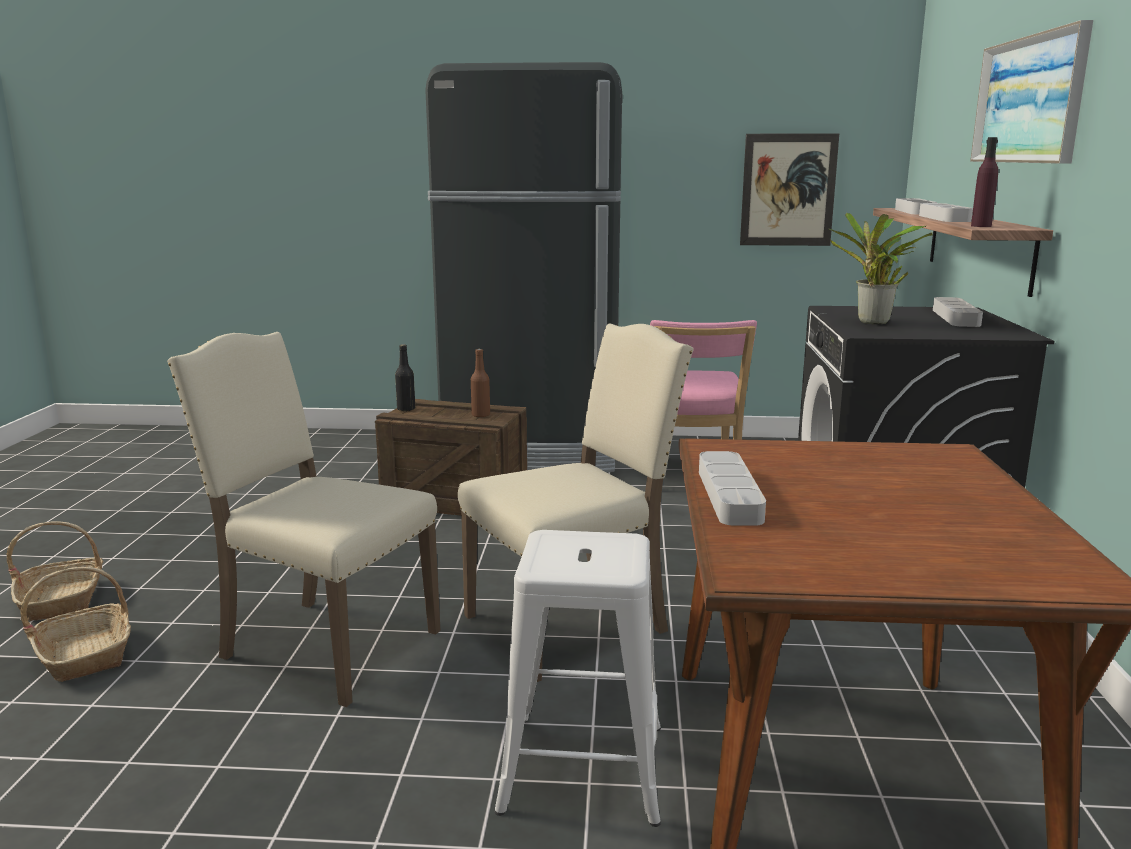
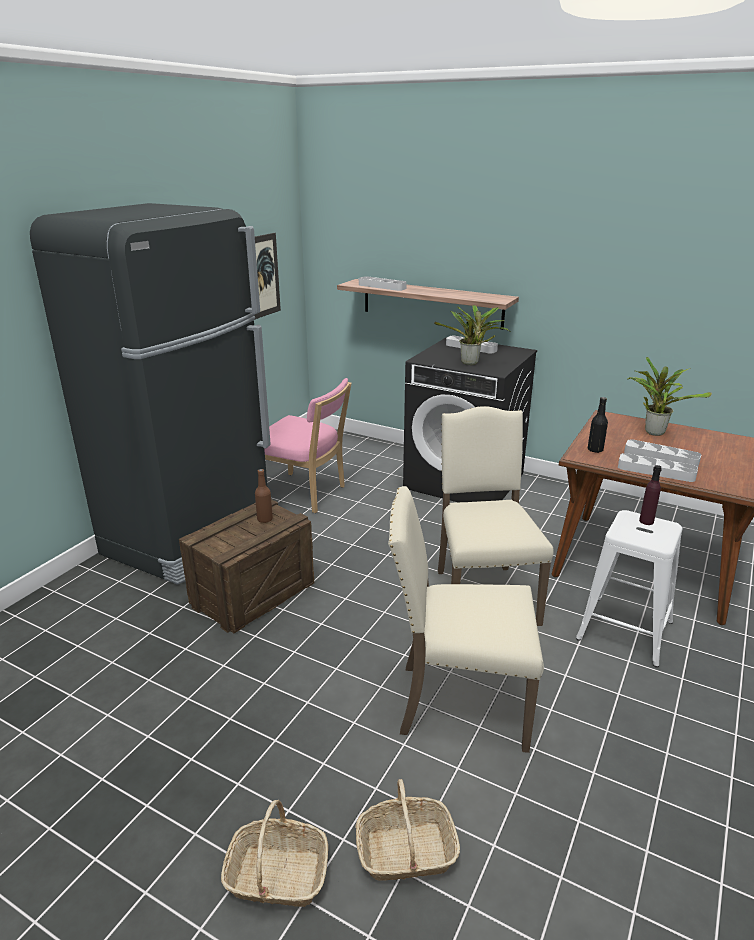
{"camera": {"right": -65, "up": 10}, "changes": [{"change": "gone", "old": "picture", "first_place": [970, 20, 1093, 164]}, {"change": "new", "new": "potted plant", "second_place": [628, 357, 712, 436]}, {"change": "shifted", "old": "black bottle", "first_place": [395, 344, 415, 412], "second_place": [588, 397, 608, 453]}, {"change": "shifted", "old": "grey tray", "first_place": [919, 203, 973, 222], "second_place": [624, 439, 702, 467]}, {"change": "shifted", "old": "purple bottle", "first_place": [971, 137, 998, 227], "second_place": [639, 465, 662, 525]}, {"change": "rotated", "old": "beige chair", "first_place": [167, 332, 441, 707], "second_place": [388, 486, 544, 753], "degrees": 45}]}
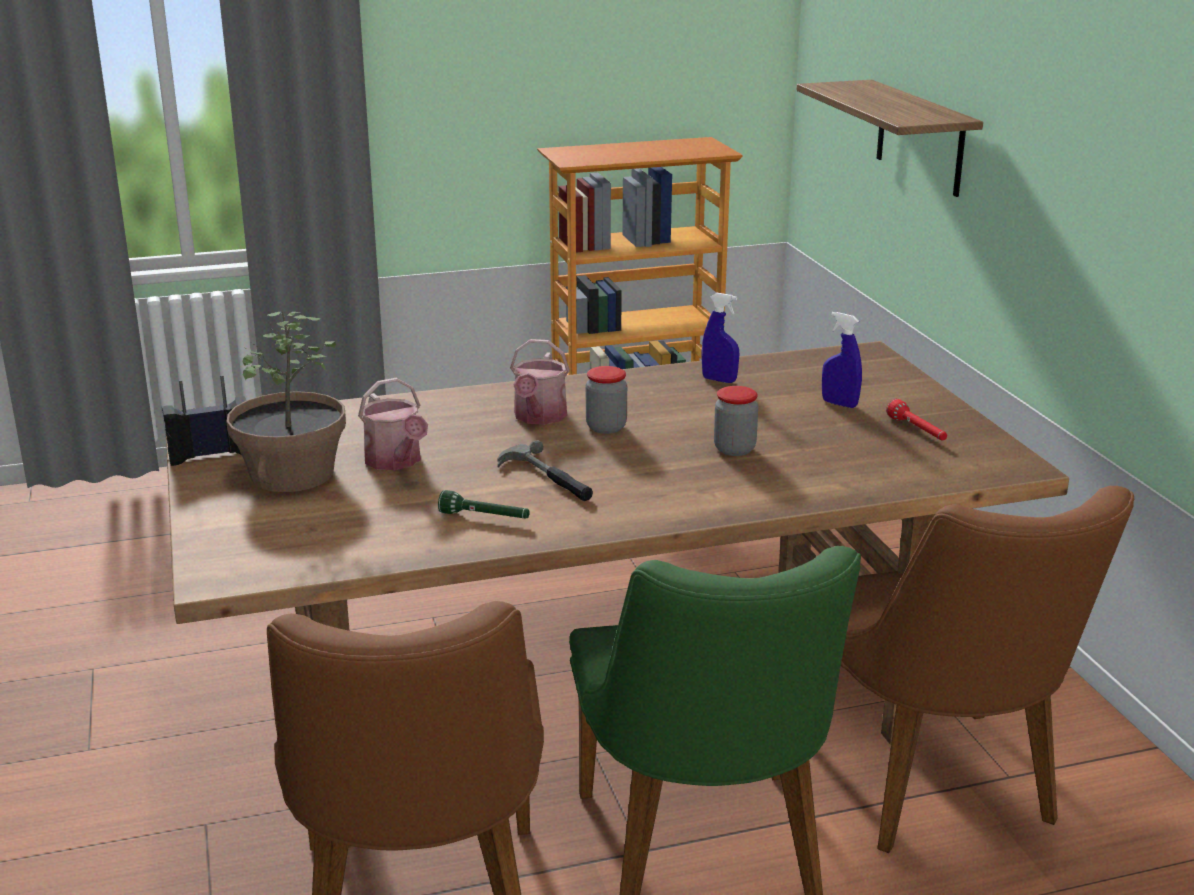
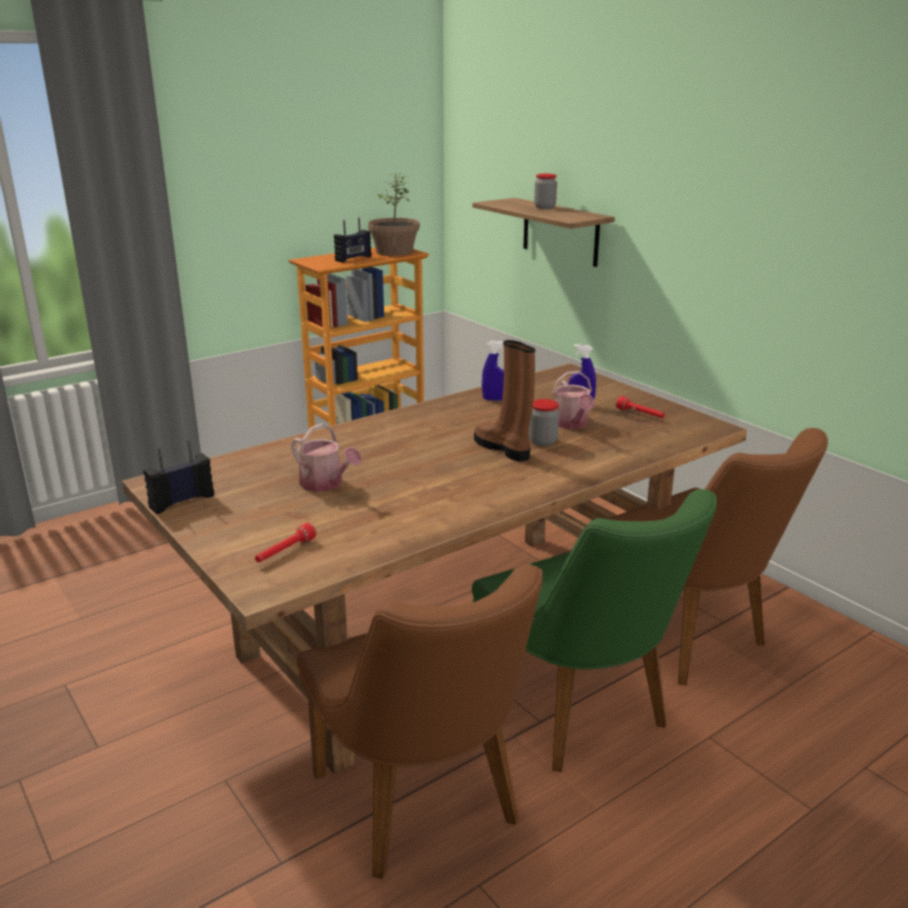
{"camera": {"right": -20, "up": 0}, "changes": [{"change": "gone", "old": "green flashlight", "first_place": [438, 490, 530, 519]}, {"change": "gone", "old": "hammer", "first_place": [497, 440, 593, 501]}, {"change": "new", "new": "red flashlight", "second_place": [255, 523, 316, 562]}, {"change": "new", "new": "radio", "second_place": [334, 218, 371, 263]}, {"change": "new", "new": "brown boot", "second_place": [474, 340, 535, 461]}, {"change": "shifted", "old": "potted plant", "first_place": [227, 311, 346, 492], "second_place": [368, 173, 420, 256]}, {"change": "shifted", "old": "watering can", "first_place": [510, 339, 570, 425], "second_place": [552, 371, 595, 429]}, {"change": "shifted", "old": "jar", "first_place": [586, 366, 627, 434], "second_place": [534, 174, 557, 209]}]}
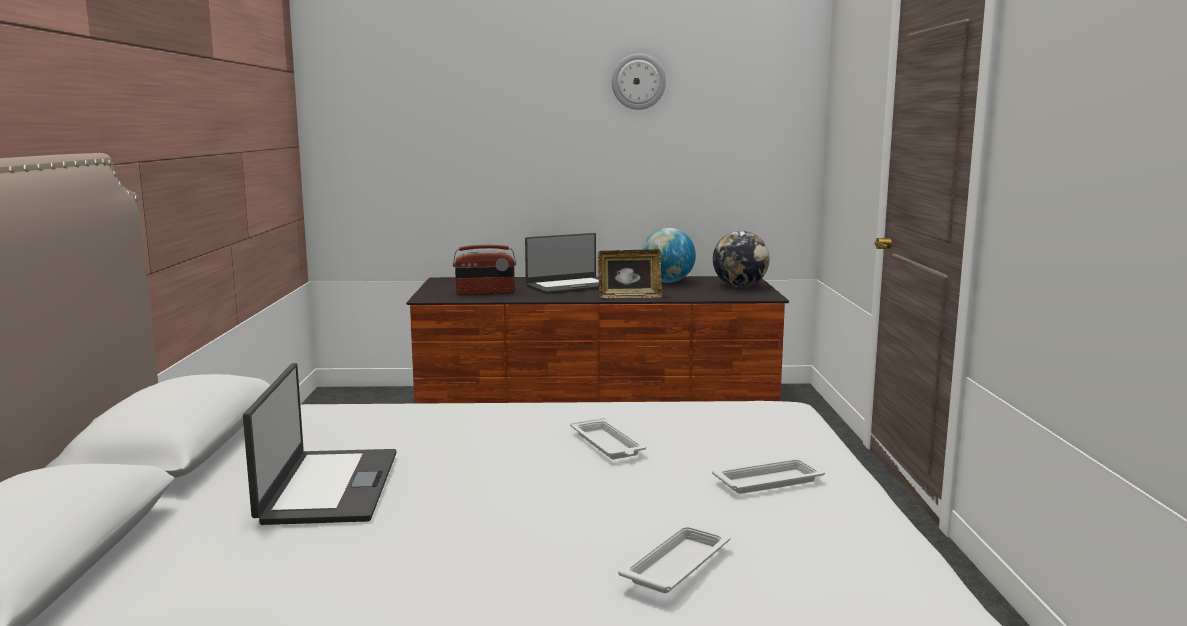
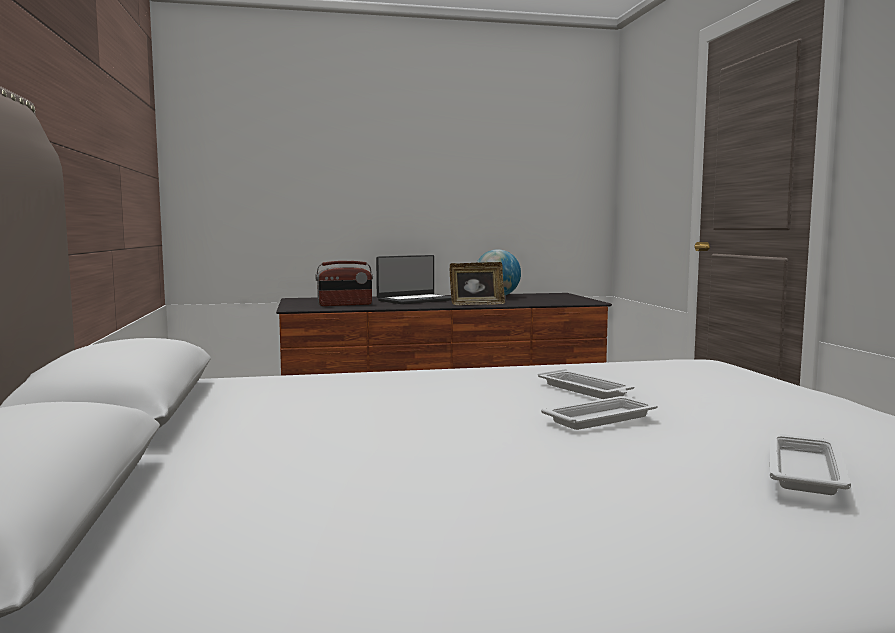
{"camera": {"right": -10, "up": -5}, "changes": [{"change": "gone", "old": "laptop", "first_place": [243, 363, 397, 525]}, {"change": "gone", "old": "wall clock", "first_place": [612, 54, 666, 110]}, {"change": "gone", "old": "globe", "first_place": [713, 231, 770, 287]}, {"change": "shifted", "old": "white tray", "first_place": [712, 457, 825, 494], "second_place": [541, 396, 657, 430]}]}
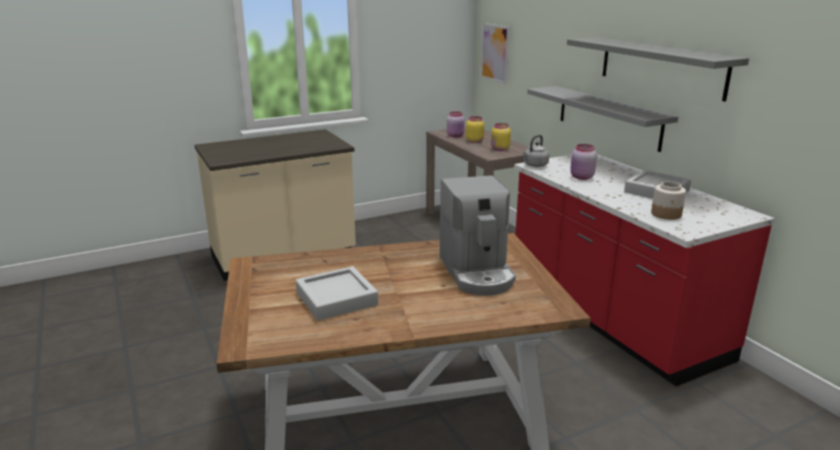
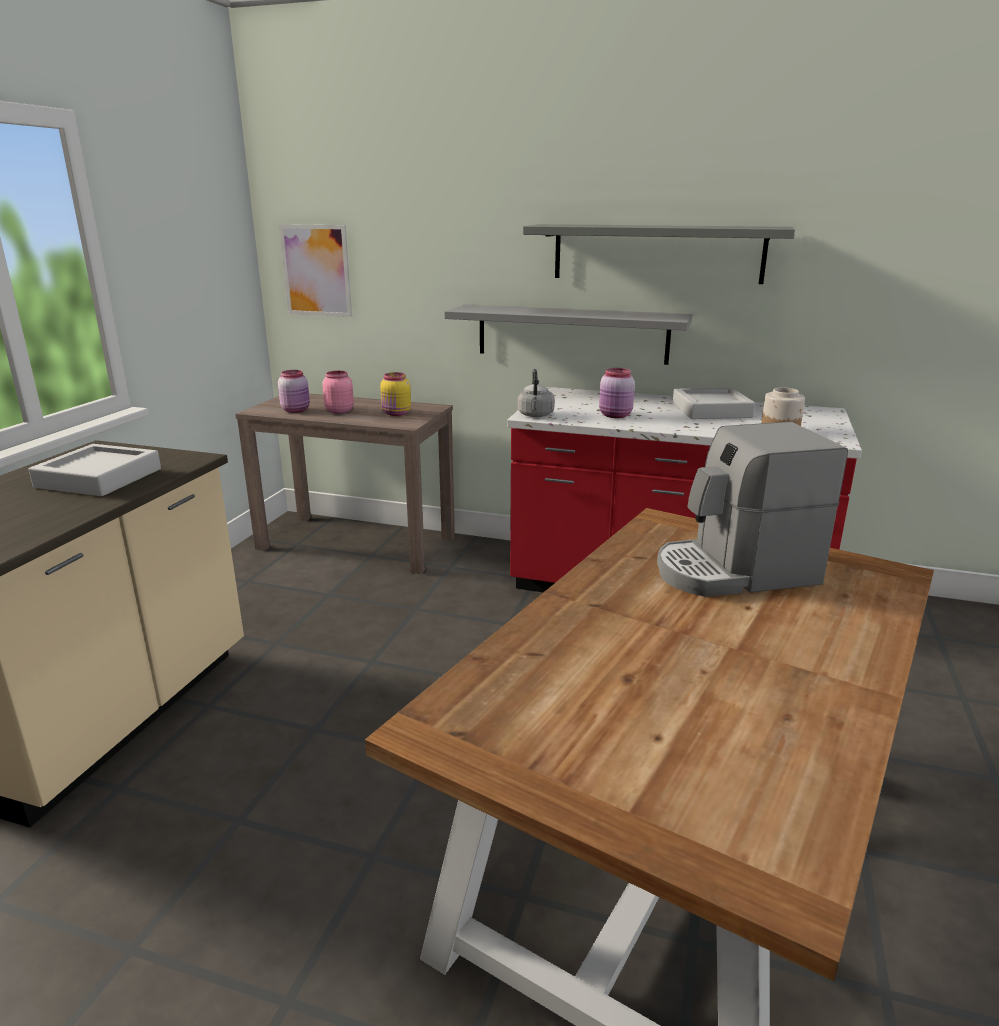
{"camera": {"right": -45, "up": 0}, "changes": [{"change": "shifted", "old": "grey tray", "first_place": [295, 266, 378, 321], "second_place": [29, 444, 161, 496]}, {"change": "repainted", "old": "yellow jar", "new": "pink jar", "first_place": [466, 116, 484, 143], "second_place": [322, 371, 354, 414]}, {"change": "rotated", "old": "coffee machine", "first_place": [440, 175, 516, 296], "second_place": [657, 422, 848, 597], "degrees": 135}]}
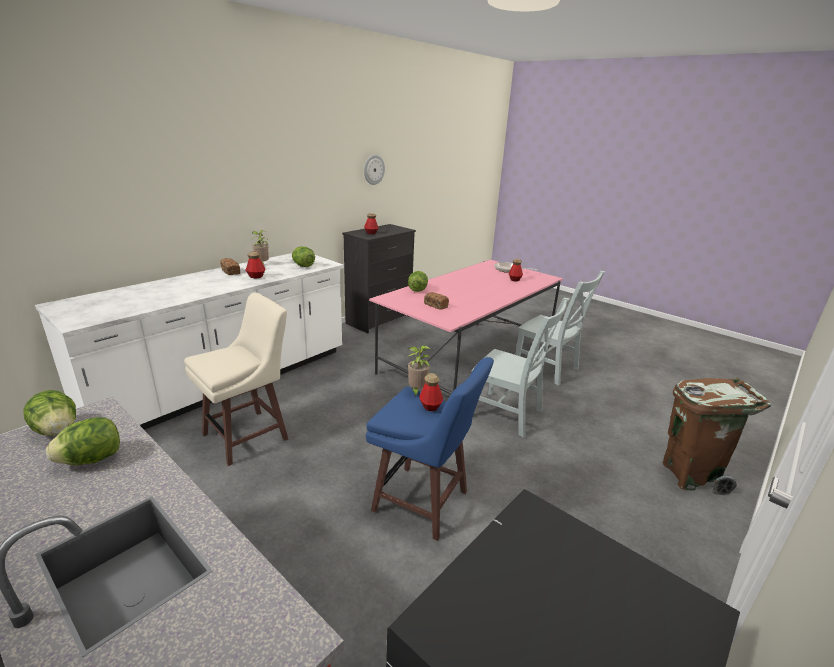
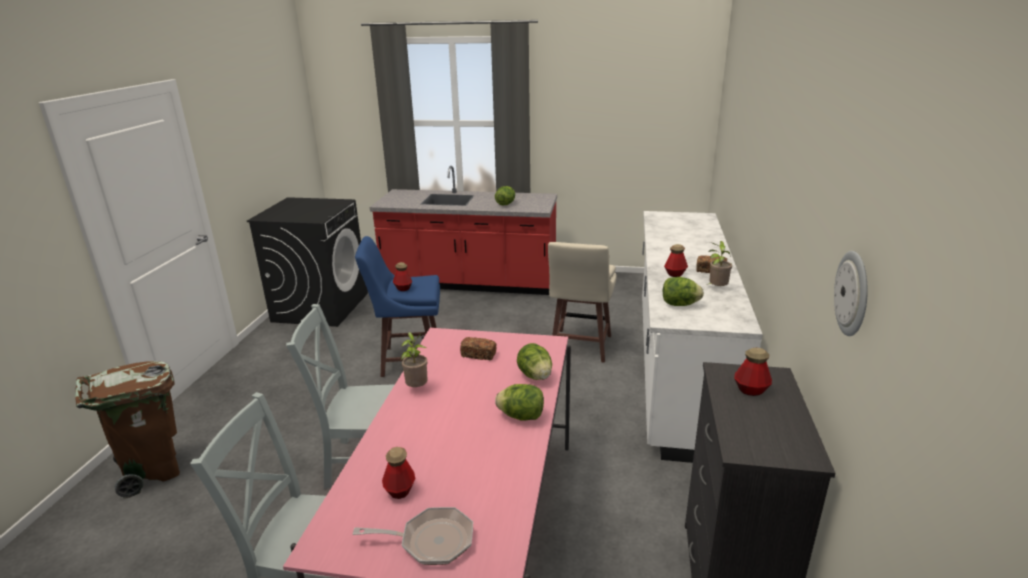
{"camera": {"right": 150, "up": 0}, "changes": [{"change": "shifted", "old": "lettuce", "first_place": [23, 390, 76, 436], "second_place": [495, 384, 544, 420]}, {"change": "shifted", "old": "potted plant", "first_place": [408, 345, 431, 397], "second_place": [401, 332, 428, 387]}]}
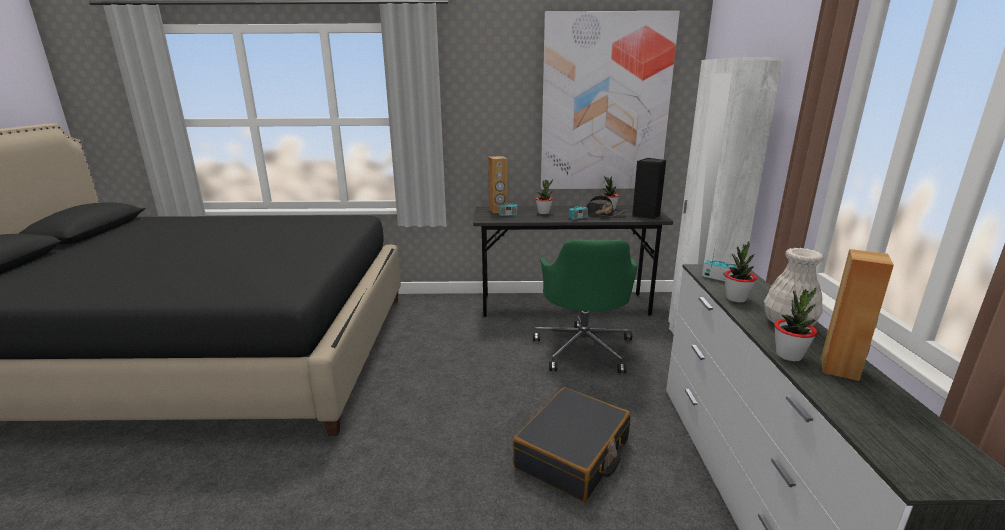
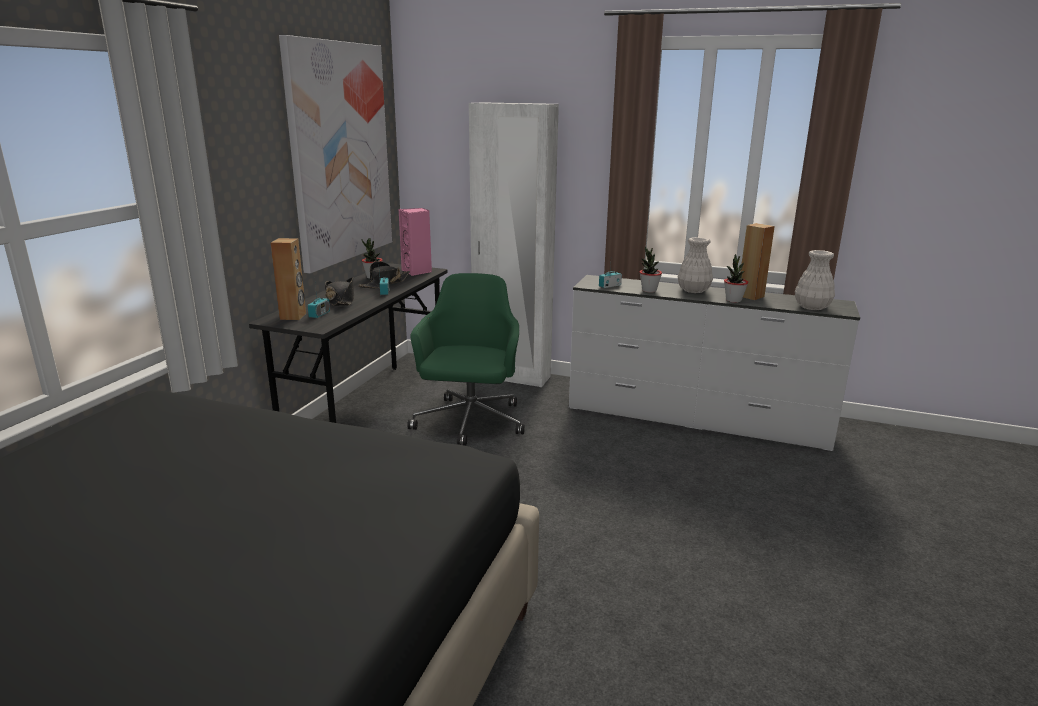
{"camera": {"right": -70, "up": 0}, "changes": [{"change": "gone", "old": "black suitcase", "first_place": [513, 387, 631, 502]}, {"change": "new", "new": "white vase", "second_place": [795, 250, 835, 310]}, {"change": "swapped", "old": "potted plant", "new": "black hat", "first_place": [535, 179, 553, 214], "second_place": [325, 277, 354, 306]}, {"change": "repainted", "old": "black speaker", "new": "pink speaker", "first_place": [632, 158, 666, 219], "second_place": [399, 208, 432, 276]}, {"change": "rotated", "old": "green office chair", "first_place": [533, 240, 637, 373], "second_place": [407, 273, 525, 446], "degrees": -105}]}
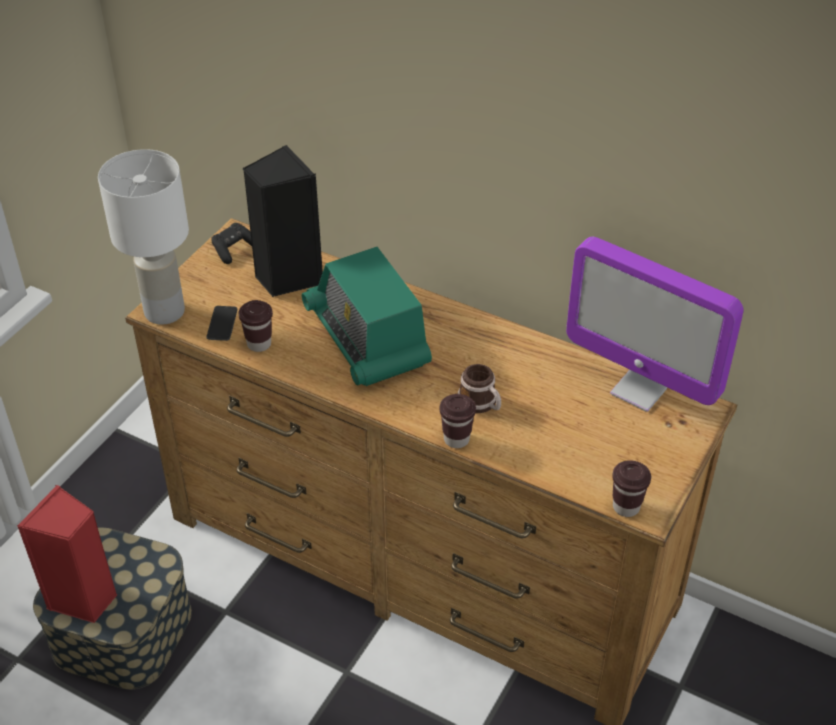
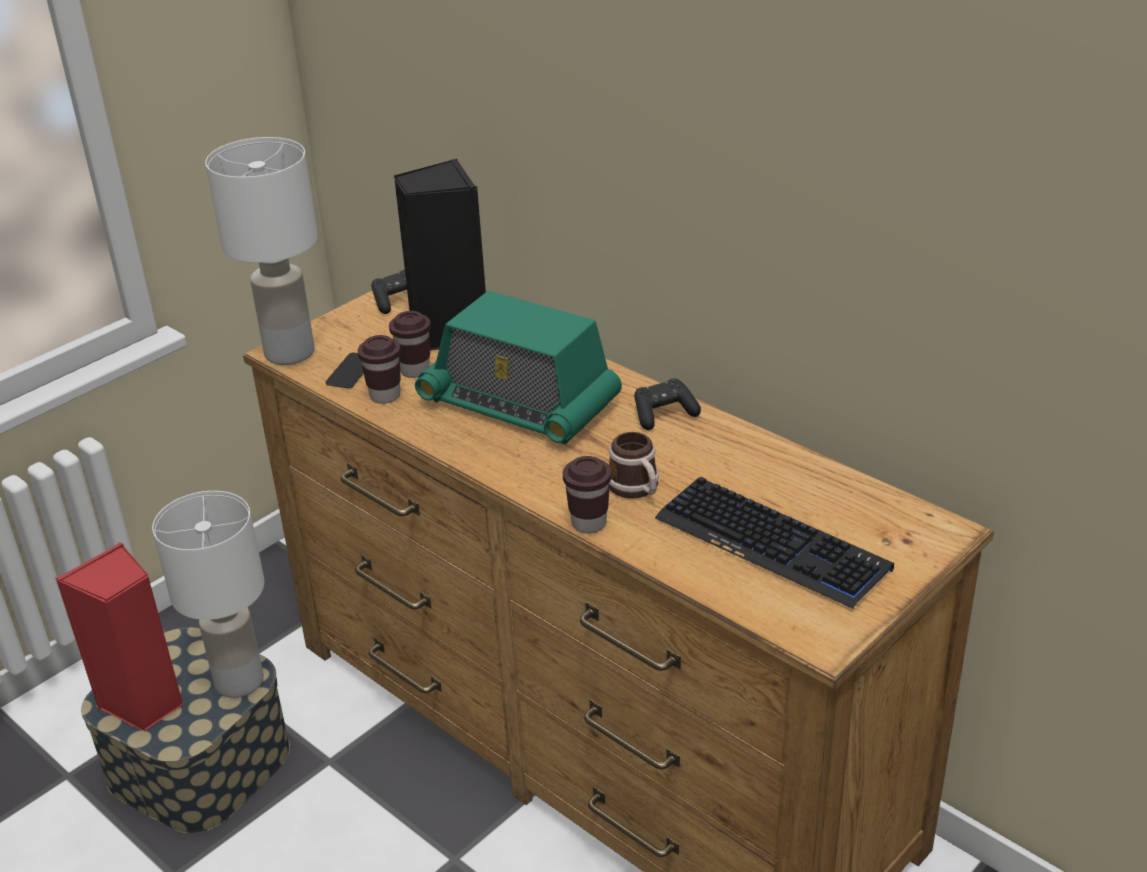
{"camera": {"right": 15, "up": -10}, "changes": [{"change": "gone", "old": "monitor", "first_place": [566, 237, 744, 412]}, {"change": "new", "new": "white table lamp", "second_place": [152, 491, 265, 698]}, {"change": "new", "new": "black game controller", "second_place": [634, 378, 701, 430]}, {"change": "new", "new": "keyboard", "second_place": [655, 477, 894, 609]}, {"change": "shifted", "old": "brown cup", "first_place": [612, 460, 651, 517], "second_place": [389, 311, 431, 378]}, {"change": "rotated", "old": "radio", "first_place": [302, 247, 432, 386], "second_place": [415, 291, 622, 444], "degrees": -45}]}
